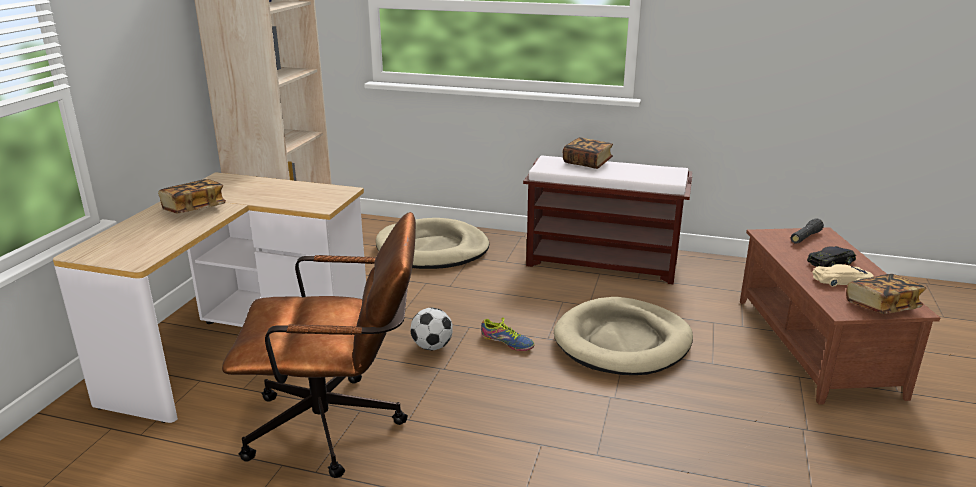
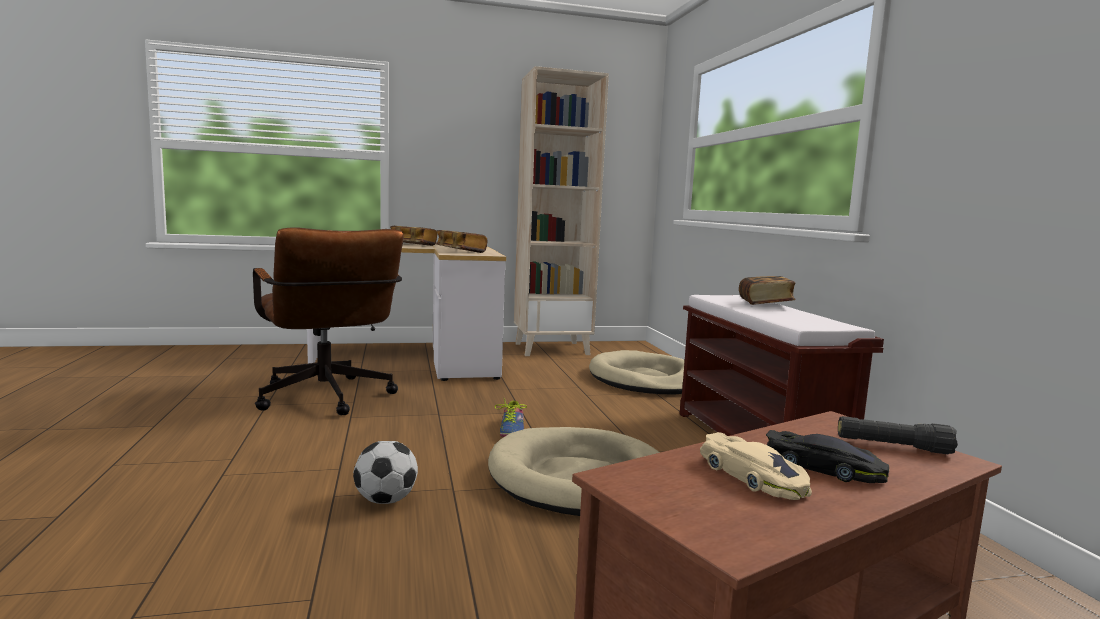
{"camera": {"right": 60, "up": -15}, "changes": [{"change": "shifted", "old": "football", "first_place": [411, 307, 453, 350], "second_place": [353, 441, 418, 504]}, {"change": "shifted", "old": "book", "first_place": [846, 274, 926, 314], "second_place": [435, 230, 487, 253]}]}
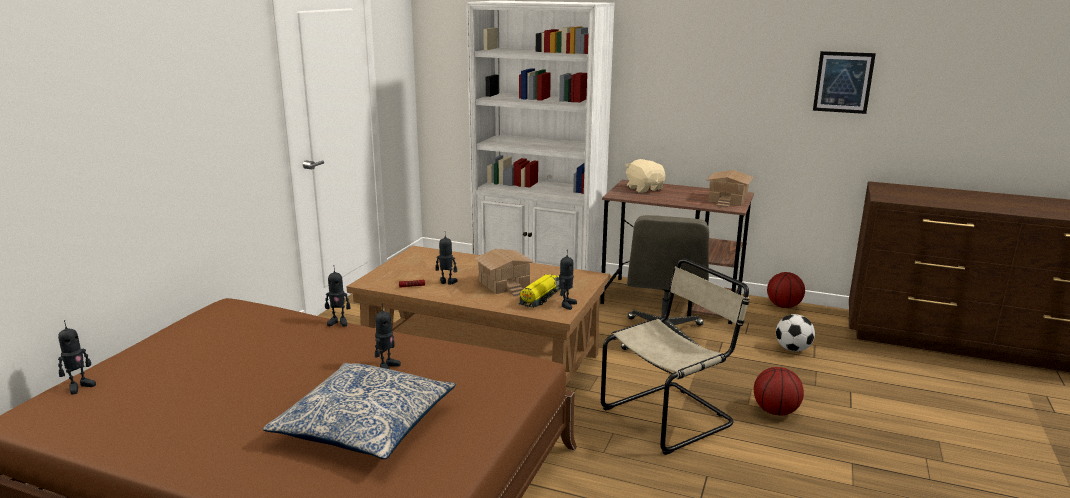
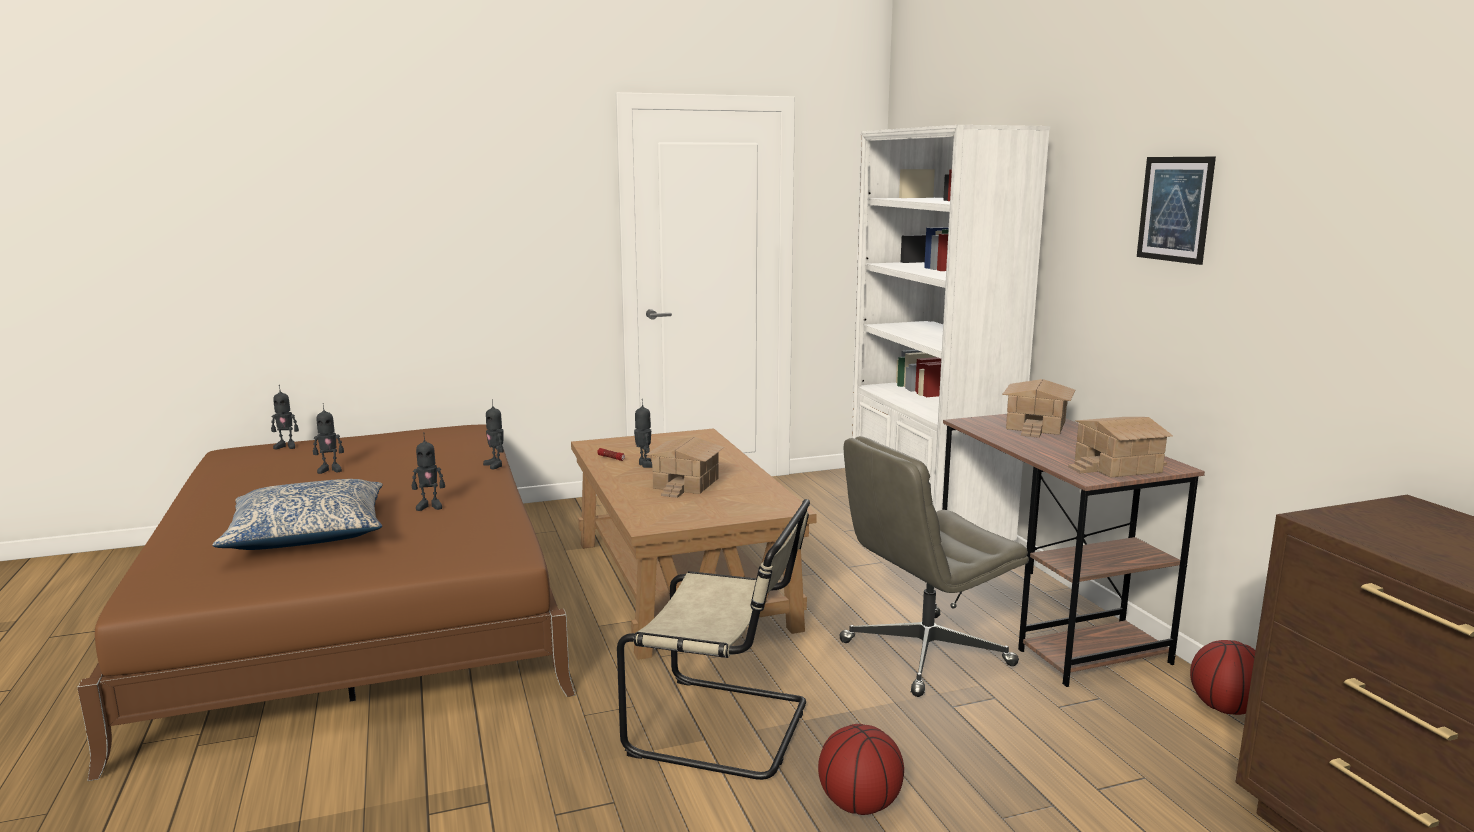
{"camera": {"right": 50, "up": -5}, "changes": [{"change": "gone", "old": "toy truck", "first_place": [519, 274, 561, 308]}, {"change": "gone", "old": "football", "first_place": [776, 314, 815, 351]}, {"change": "shifted", "old": "toy robot", "first_place": [559, 250, 577, 310], "second_place": [313, 403, 344, 474]}, {"change": "shifted", "old": "picture", "first_place": [813, 51, 876, 114], "second_place": [1137, 157, 1216, 265]}, {"change": "swapped", "old": "beige plush toy", "new": "toy house", "first_place": [625, 159, 666, 193], "second_place": [1002, 379, 1075, 438]}]}
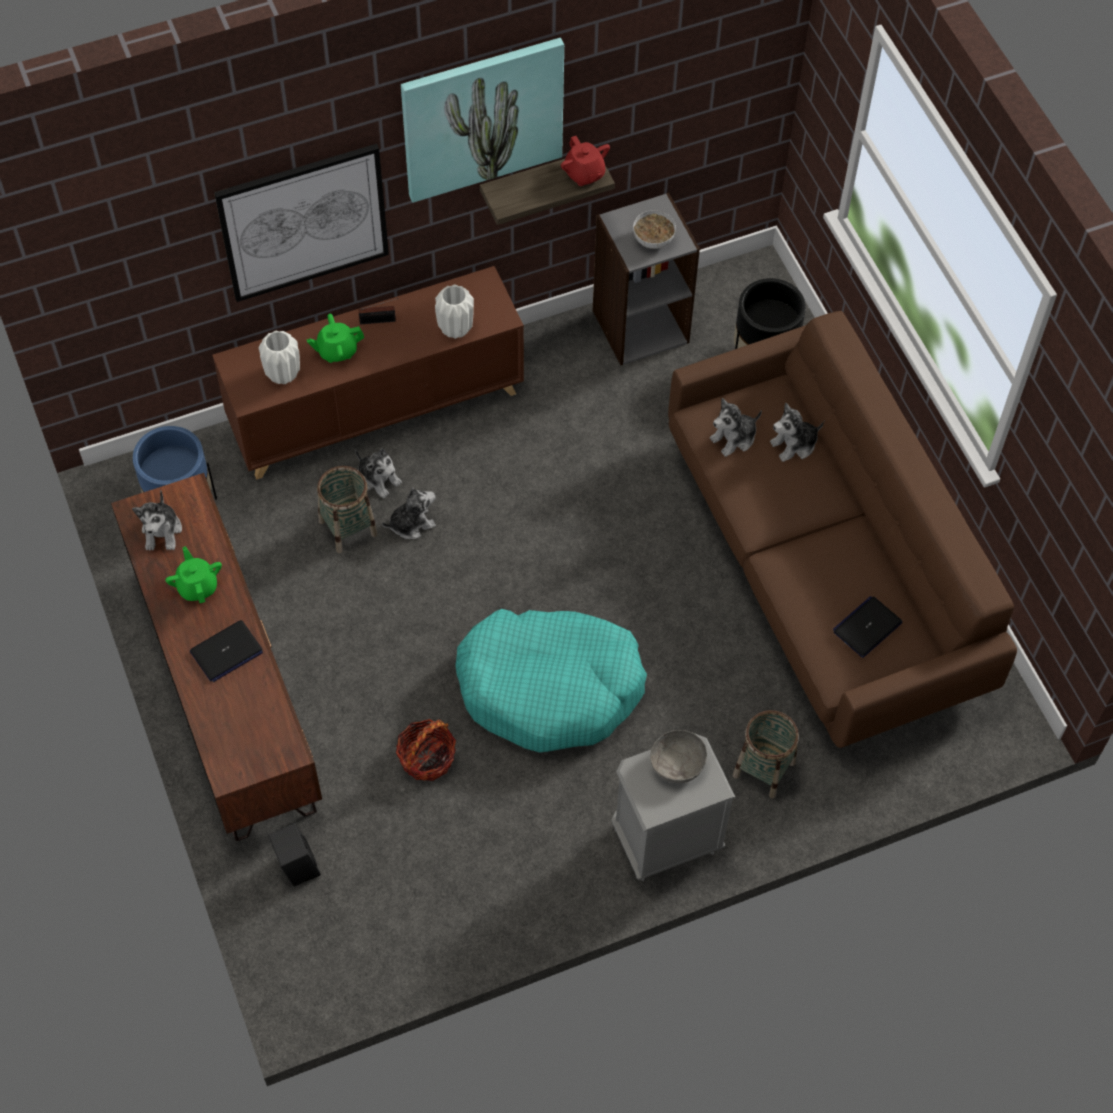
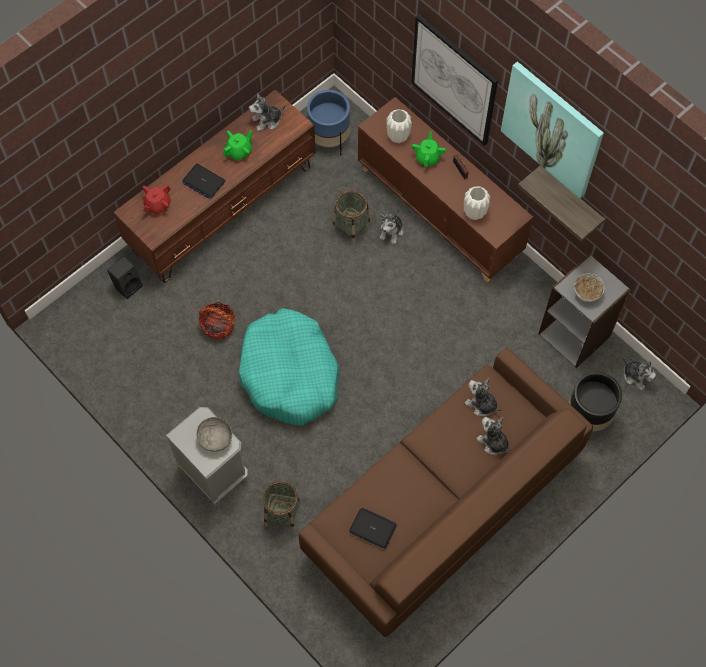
{"camera": {"right": 70, "up": 5}, "changes": [{"change": "shifted", "old": "plush toy", "first_place": [382, 487, 436, 539], "second_place": [623, 357, 656, 391]}, {"change": "shifted", "old": "red teapot", "first_place": [561, 136, 610, 186], "second_place": [142, 184, 171, 214]}, {"change": "rotated", "old": "green teapot", "first_place": [307, 314, 364, 363], "second_place": [412, 132, 446, 167], "degrees": 45}]}
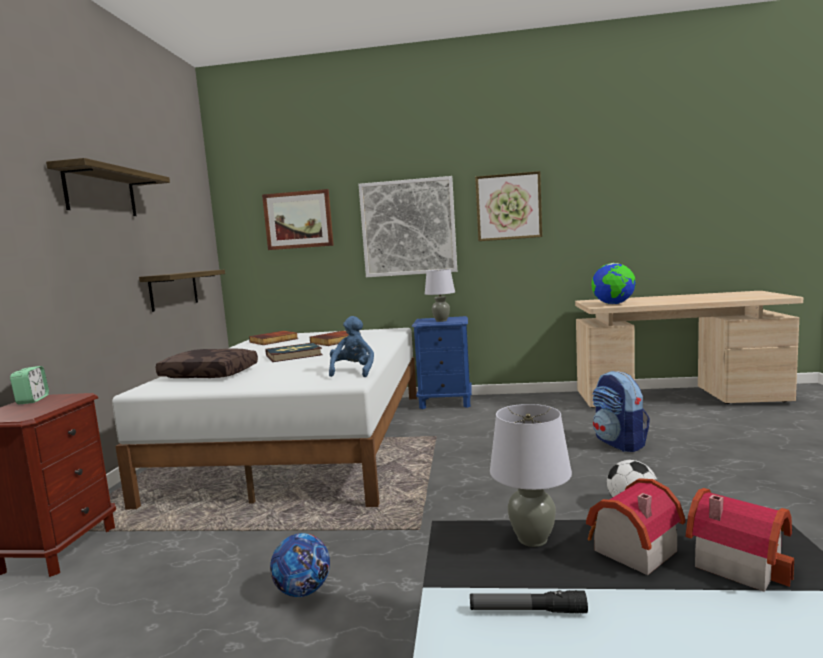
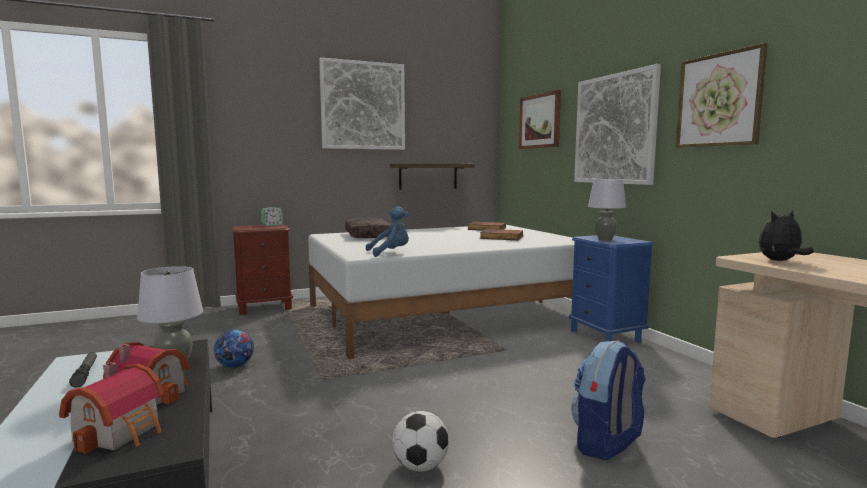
{"camera": {"right": 60, "up": 0}, "changes": [{"change": "gone", "old": "book", "first_place": [265, 343, 323, 362]}, {"change": "swapped", "old": "shelf", "new": "picture", "first_place": [46, 158, 170, 216], "second_place": [319, 57, 405, 150]}, {"change": "swapped", "old": "globe", "new": "plush toy", "first_place": [592, 263, 636, 304], "second_place": [759, 210, 814, 261]}]}
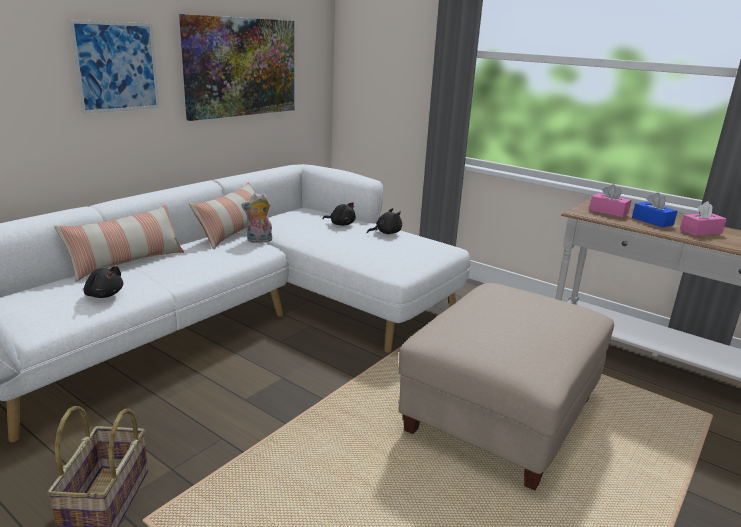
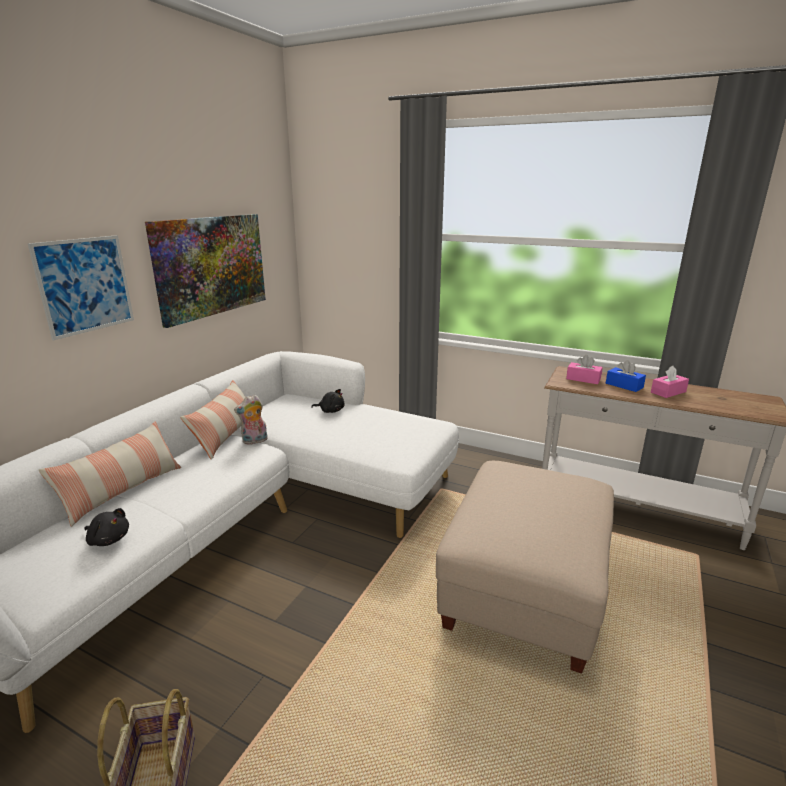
{"camera": {"right": -10, "up": 0}, "changes": [{"change": "gone", "old": "black plush toy", "first_place": [367, 208, 402, 234]}]}
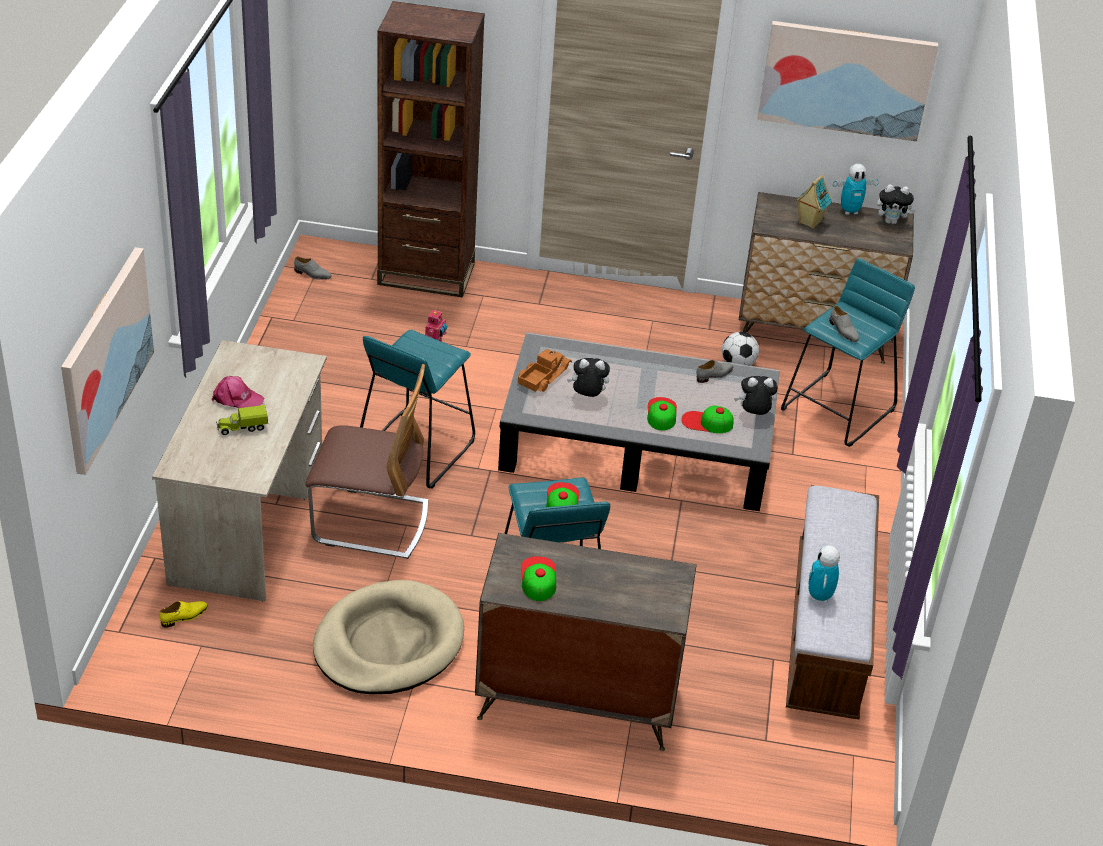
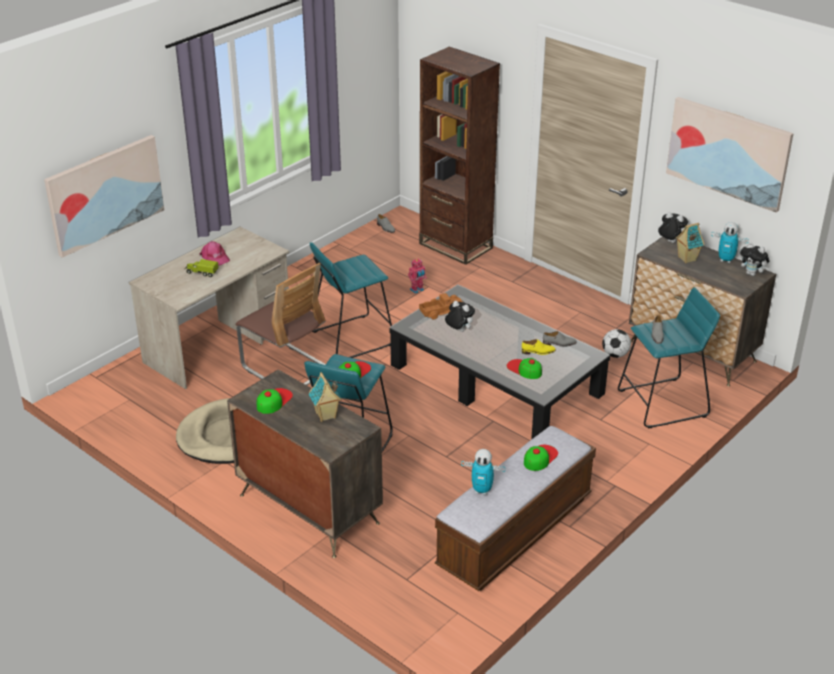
{"camera": {"right": 35, "up": -5}, "changes": [{"change": "new", "new": "toy house", "second_place": [308, 372, 342, 422]}, {"change": "shifted", "old": "yellow shoe", "first_place": [159, 601, 208, 627], "second_place": [522, 339, 556, 355]}, {"change": "shifted", "old": "cap", "first_place": [647, 397, 677, 431], "second_place": [524, 445, 558, 471]}, {"change": "shifted", "old": "plush toy", "first_place": [734, 376, 778, 415], "second_place": [657, 212, 688, 243]}, {"change": "rotated", "old": "toy robot", "first_place": [808, 545, 840, 603], "second_place": [461, 449, 506, 495], "degrees": -120}]}
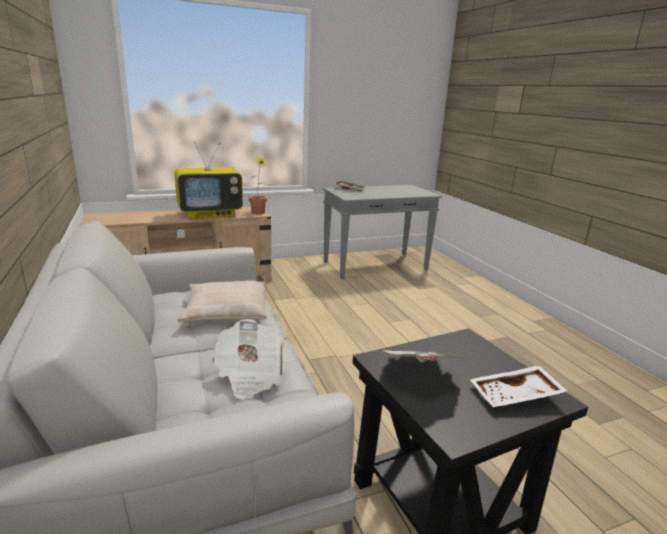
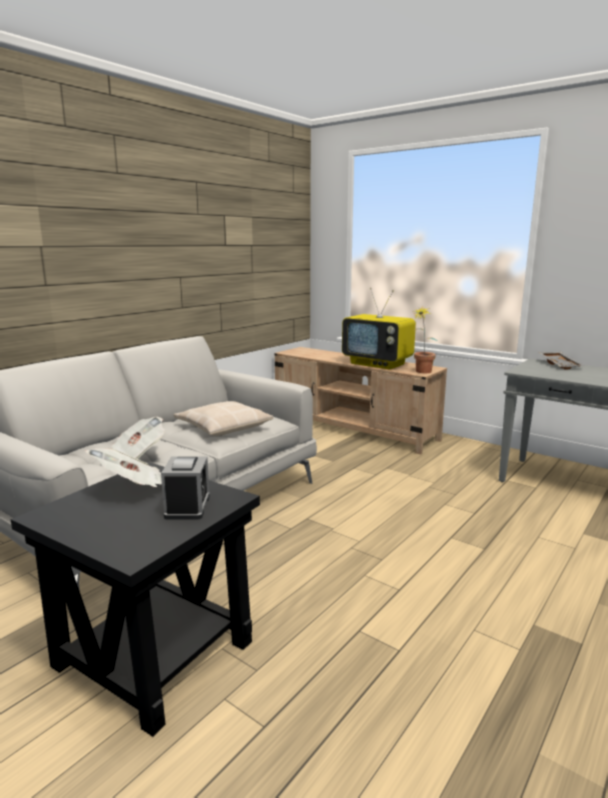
{"camera": {"right": 60, "up": -5}, "changes": [{"change": "gone", "old": "white tray", "first_place": [470, 365, 568, 407]}, {"change": "new", "new": "alarm clock", "second_place": [161, 456, 210, 519]}]}
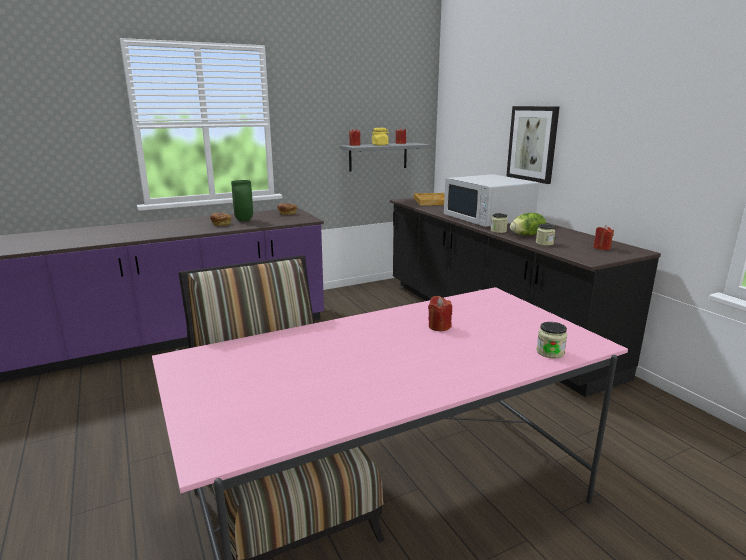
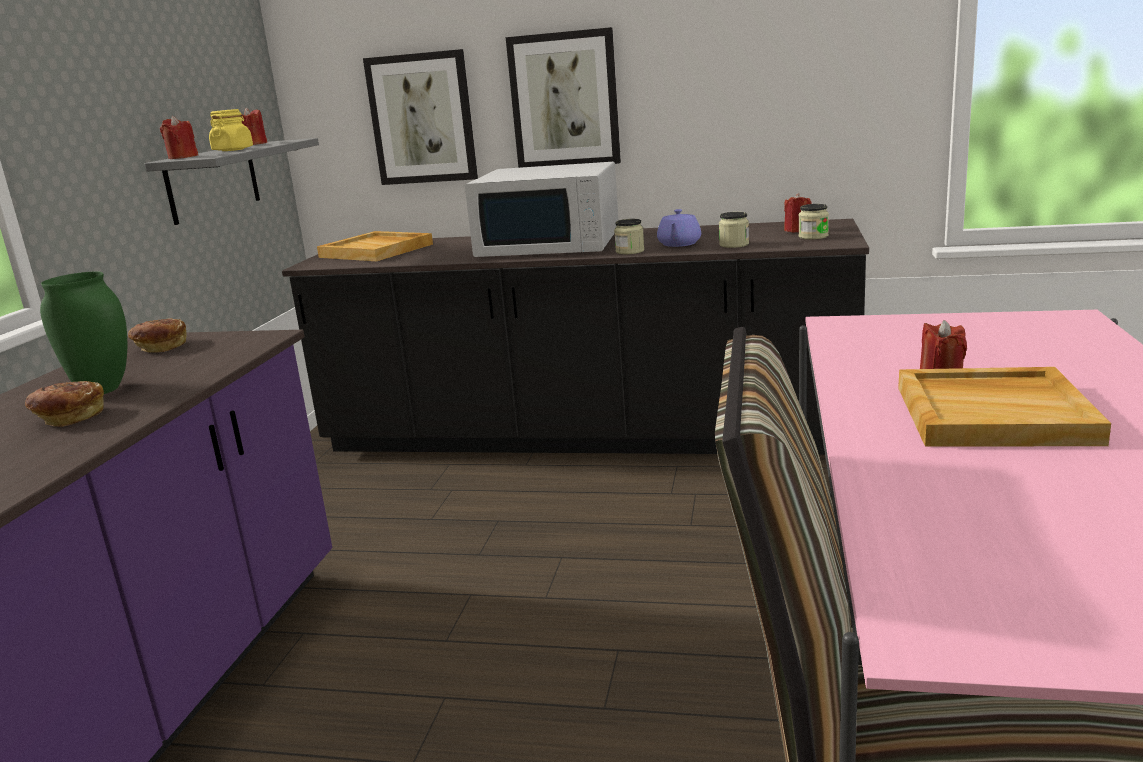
{"camera": {"right": -50, "up": 0}, "changes": [{"change": "new", "new": "picture", "second_place": [363, 49, 478, 185]}, {"change": "new", "new": "beige tray", "second_place": [898, 367, 1111, 447]}, {"change": "shifted", "old": "jar", "first_place": [536, 322, 567, 359], "second_place": [798, 204, 829, 240]}, {"change": "swapped", "old": "lettuce", "new": "purple teapot", "first_place": [510, 213, 546, 235], "second_place": [657, 209, 701, 247]}]}
